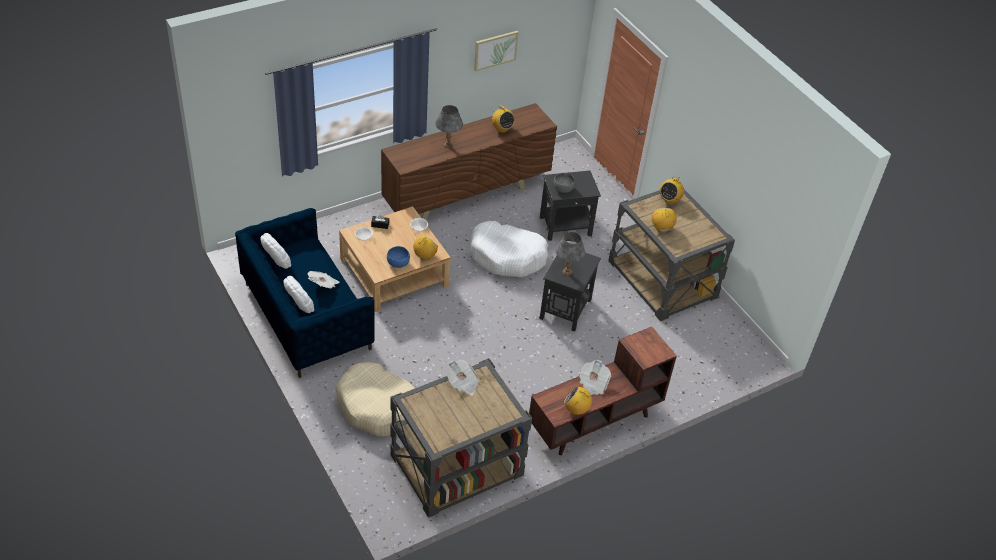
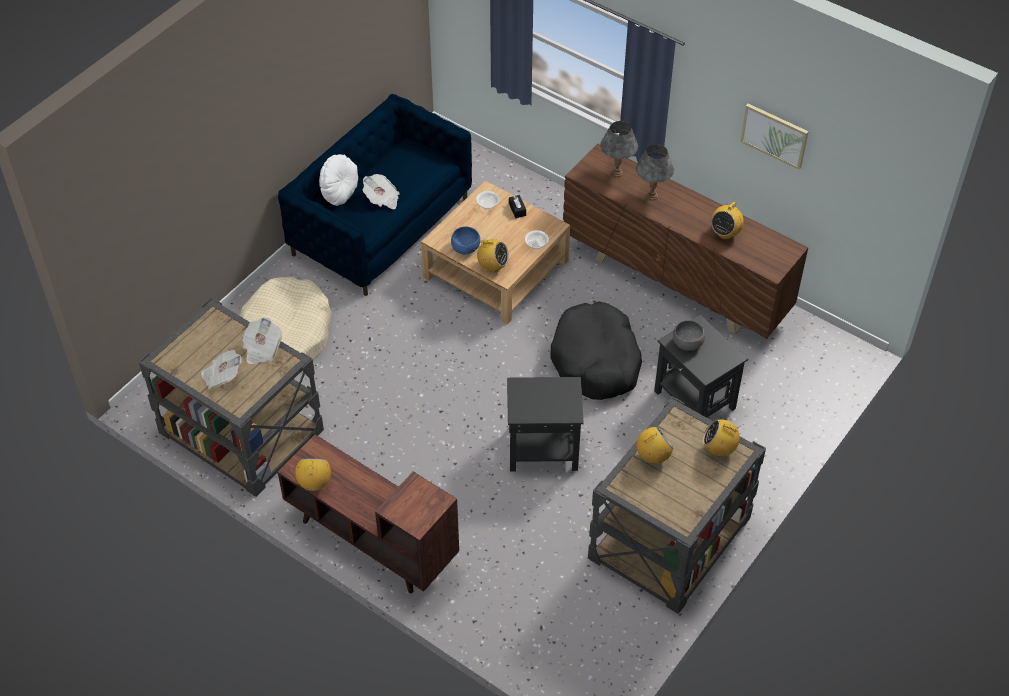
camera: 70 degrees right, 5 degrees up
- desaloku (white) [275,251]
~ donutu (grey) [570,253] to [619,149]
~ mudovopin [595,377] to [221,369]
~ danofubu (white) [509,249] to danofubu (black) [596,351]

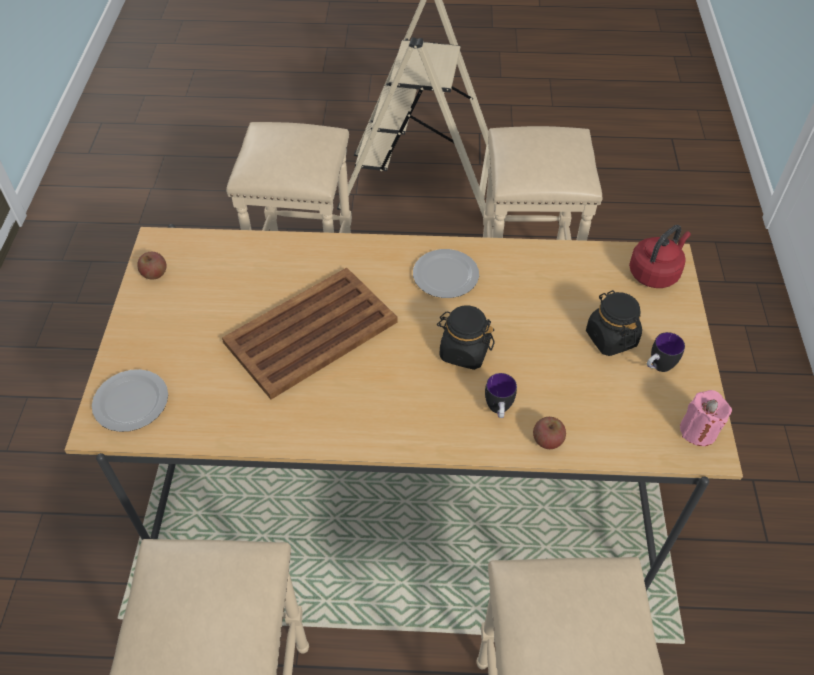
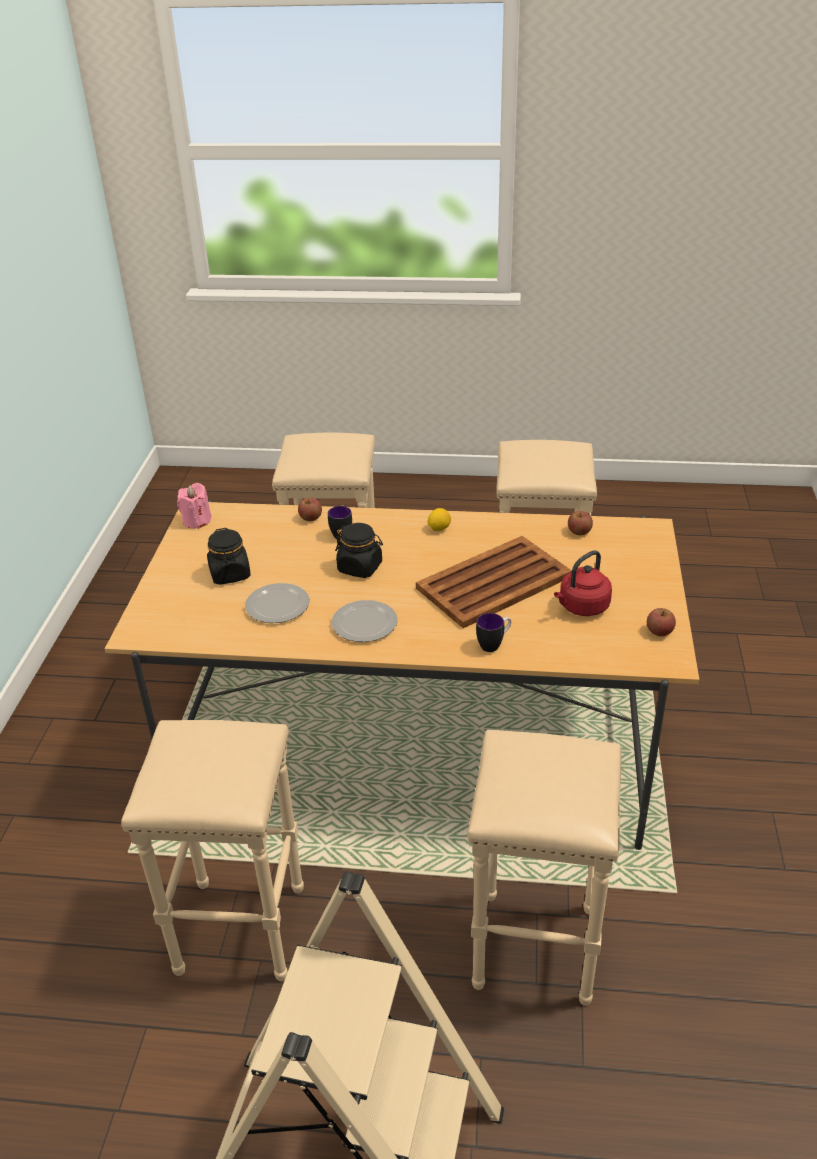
camera: 175 degrees left, 15 degrees down
+ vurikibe [439,519]
+ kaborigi [580,523]
~ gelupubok [130,400] to [277,603]
~ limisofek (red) [660,256] to [583,583]
~ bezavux [666,352] to [493,632]

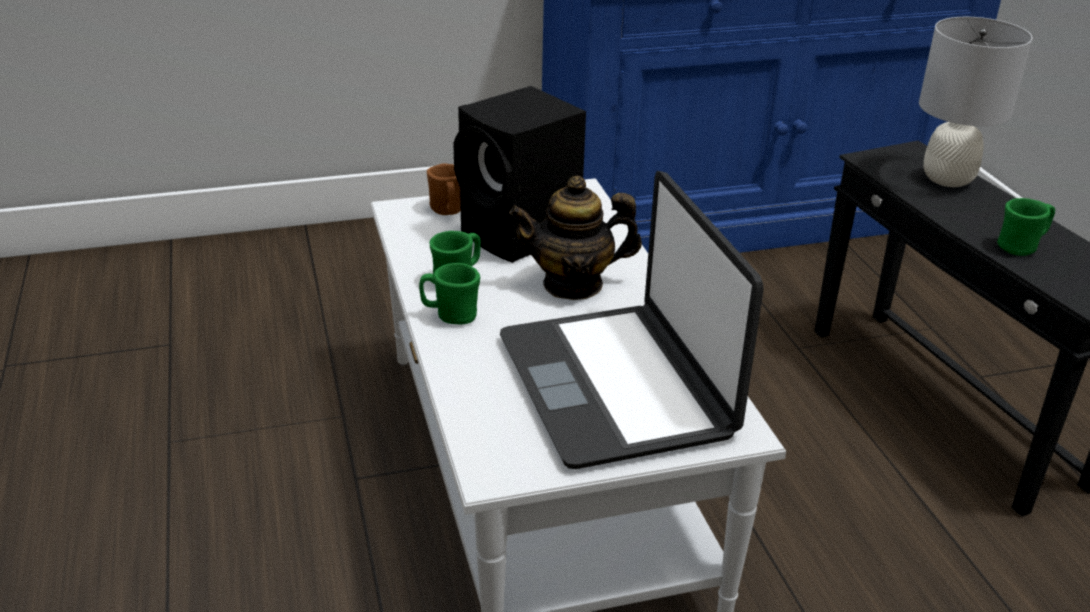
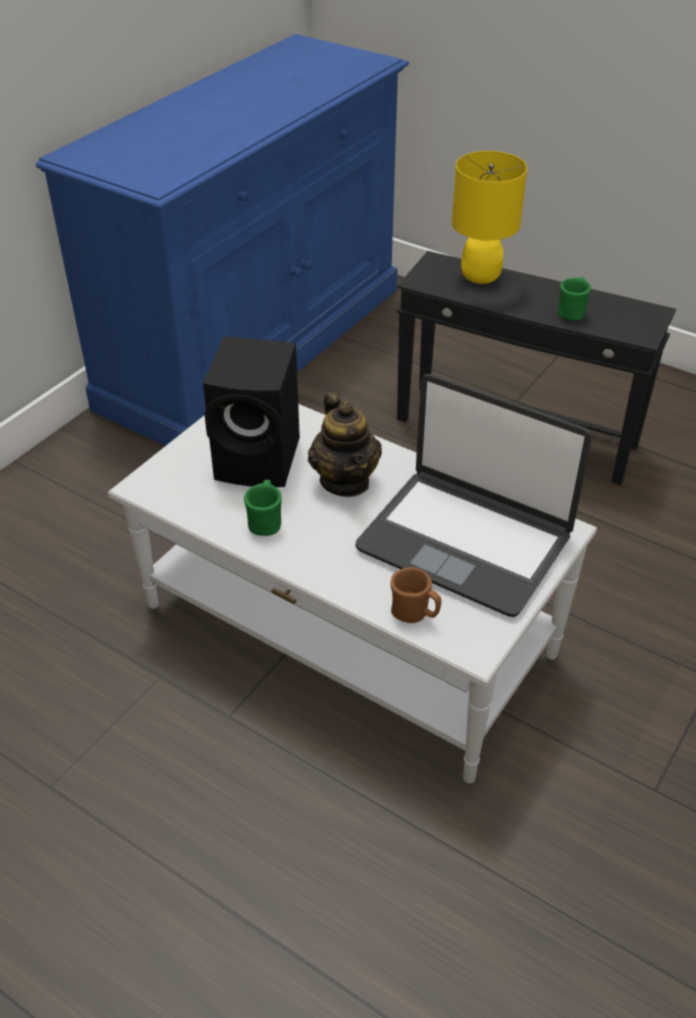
camera: 40 degrees left, 10 degrees up
- bezavux (green) [449,294]
~ bezavux (brown) [444,189] to [415,595]
~ donutu (grey) [976,102] to donutu (yellow) [489,217]
~ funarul [575,238] = [345,444] 60 degrees counterclockwise

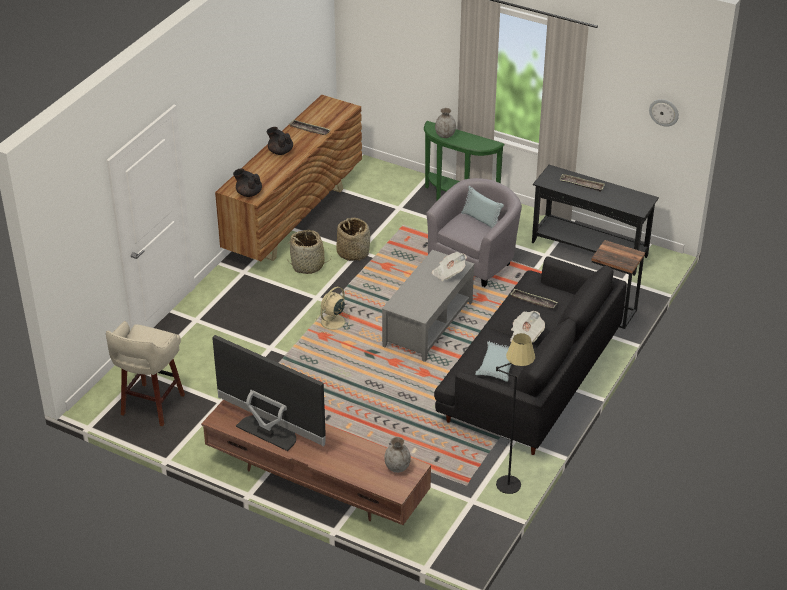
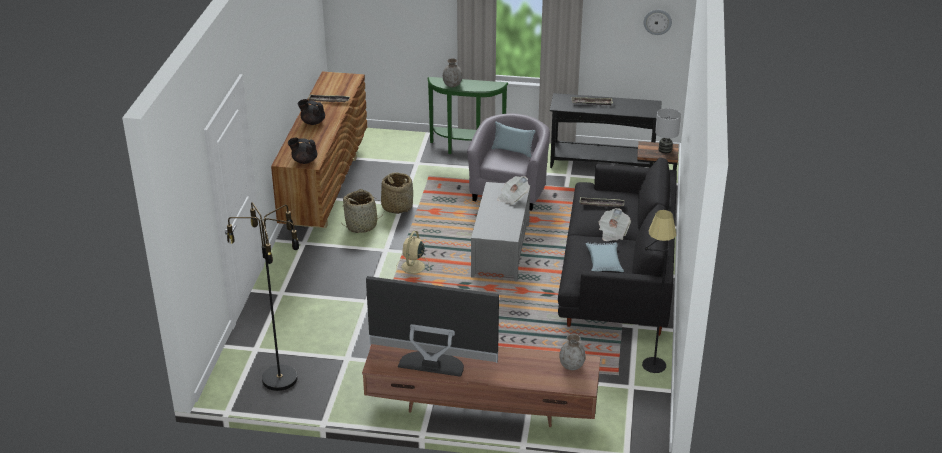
camera: 20 degrees left, 5 degrees down
+ donutu (grey) [668,130]
~ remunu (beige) [145,374] to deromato [263,296]

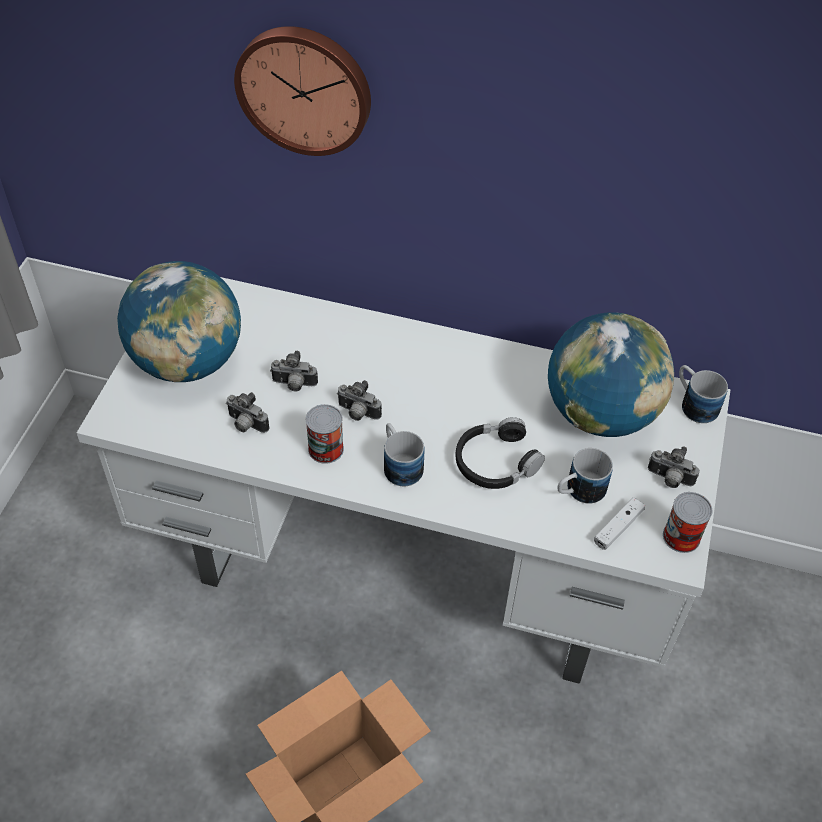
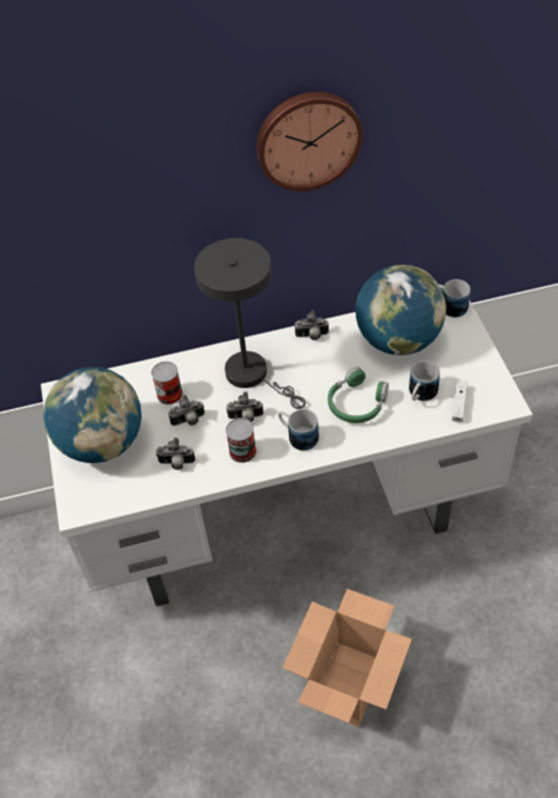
camera: 25 degrees left, 0 degrees up
+ donutu (grey) [250,323]
~ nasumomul [302,91] to [309,141]
~ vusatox [673,467] to [312,325]
~ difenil [687,522] to [167,383]
~ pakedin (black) [500,453] to pakedin (green) [358,395]

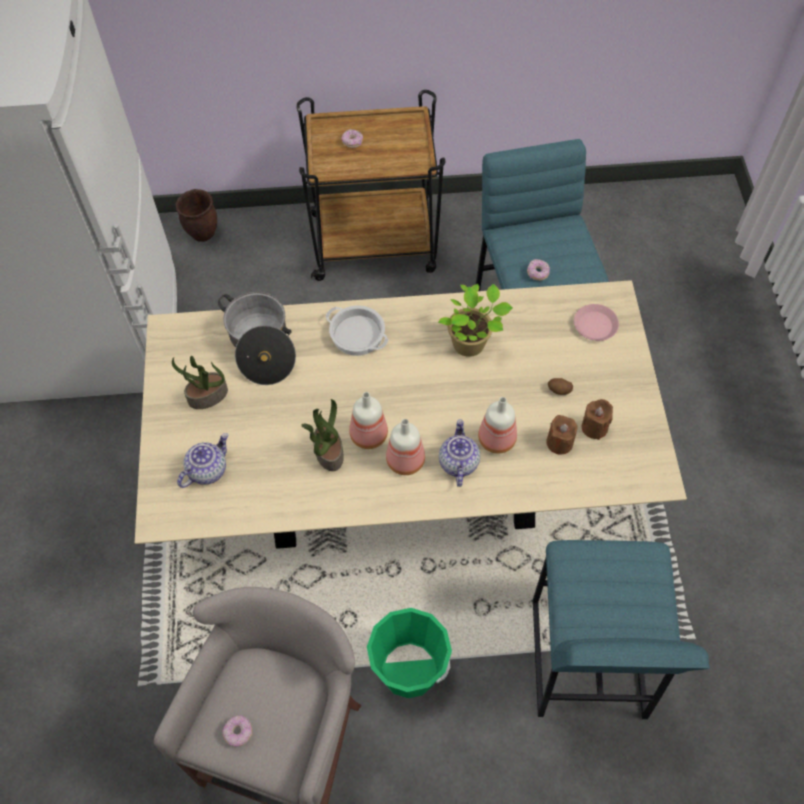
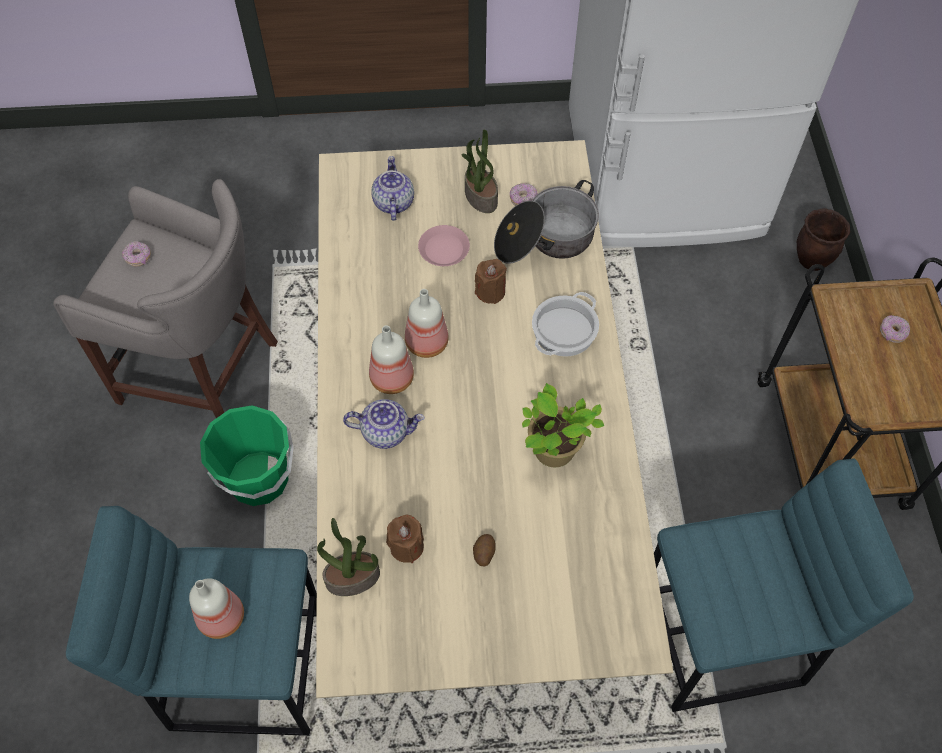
camera: 90 degrees right, 0 degrees up
~ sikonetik [322,435] to [348,557]
~ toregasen [497,425] to [216,608]
~ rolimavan [538,270] to [524,194]
~ gelupubok (pink) [596,322] to [444,245]
~ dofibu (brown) [597,419] to [491,281]
~ funarul [202,460] = [392,188] 135 degrees counterclockwise

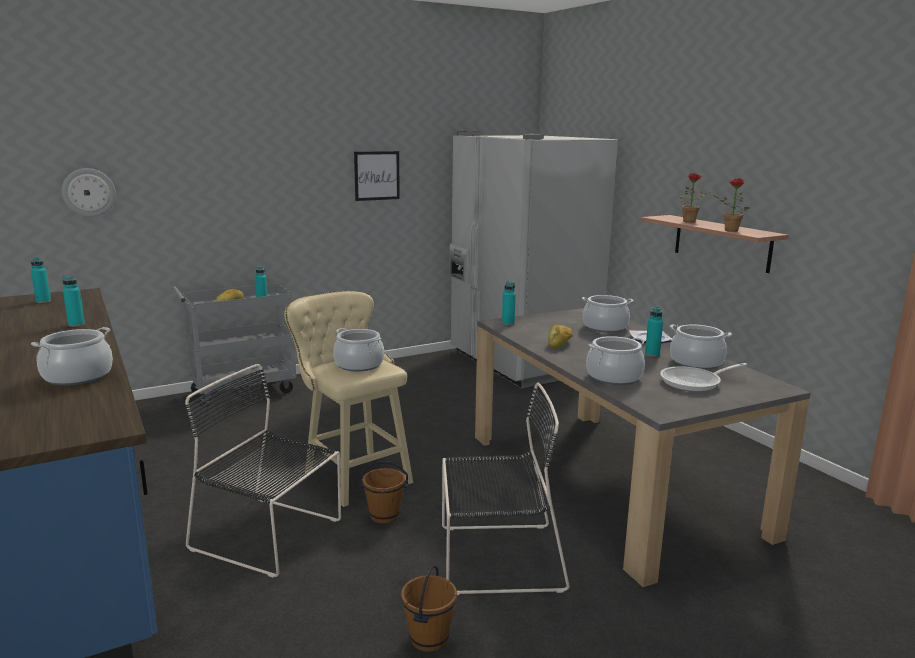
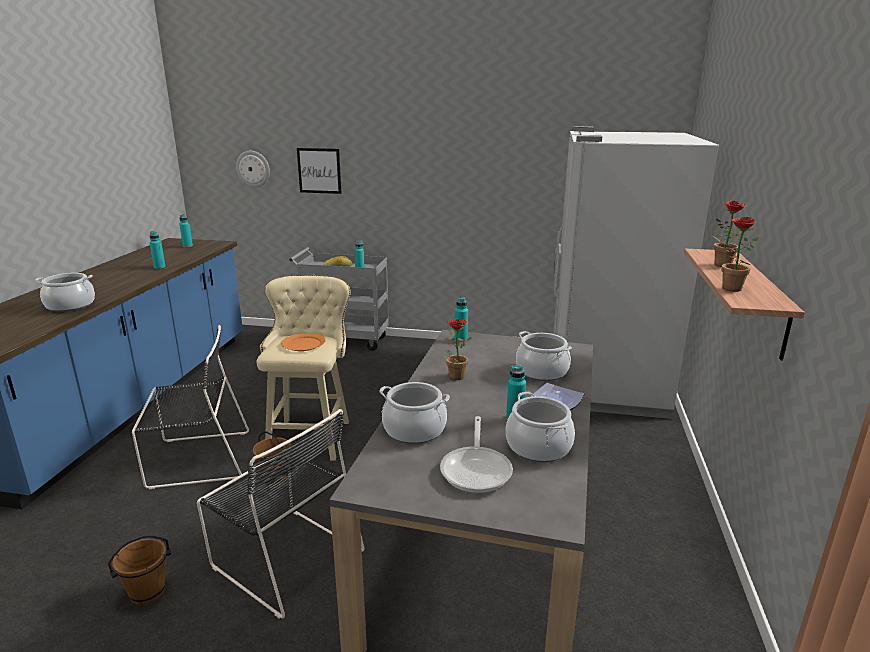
camera: 40 degrees right, 5 degrees up
~ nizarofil [377,176] to [319,171]
~ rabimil [358,350] to gelupubok (orange) [303,342]
~ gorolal [560,337] to sikonetik [457,349]
~ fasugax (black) [263,471] = [190,407] 105 degrees clockwise
~ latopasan [703,377] = [476,454] 105 degrees counterclockwise

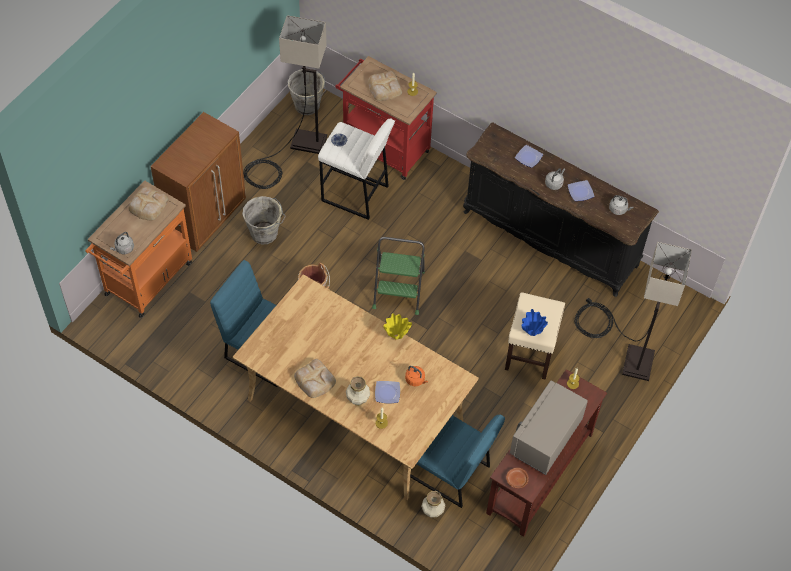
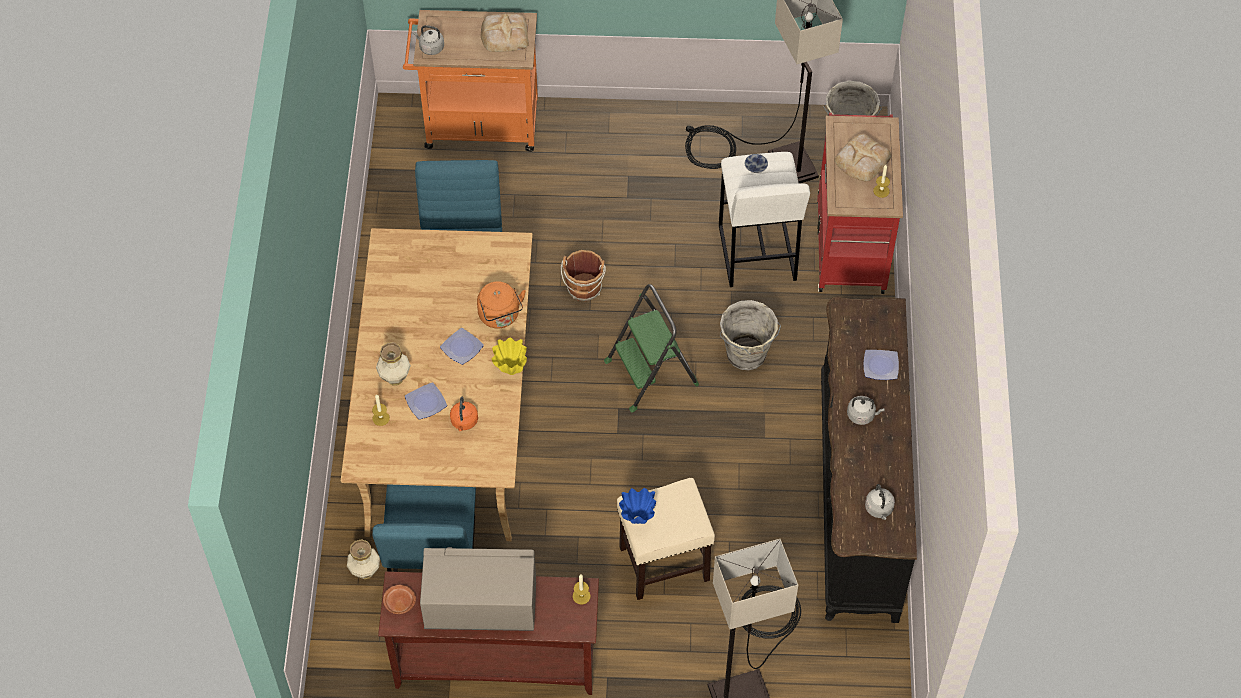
camera: 60 degrees right, 0 degrees up
- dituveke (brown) [198,182]
- gorolal [315,378]
+ limisofek (orange) [501,305]
~ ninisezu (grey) [264,220] to [750,335]
~ gelupubok [581,190] to [462,346]

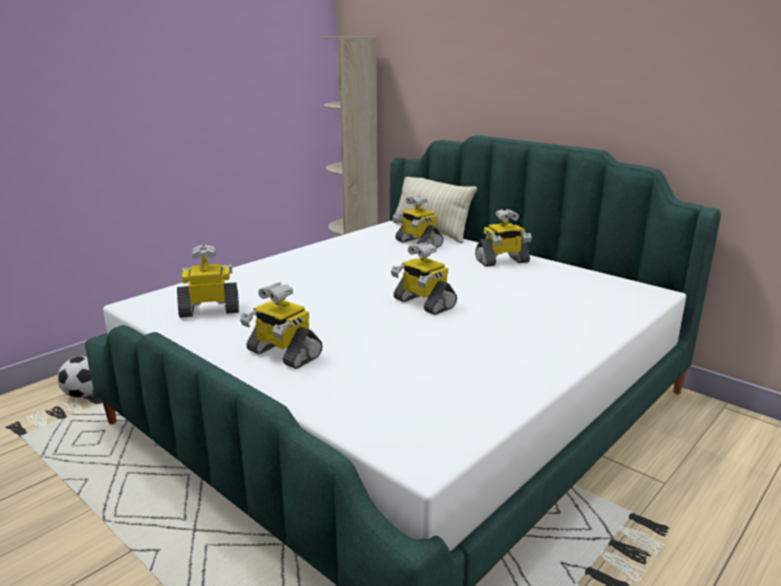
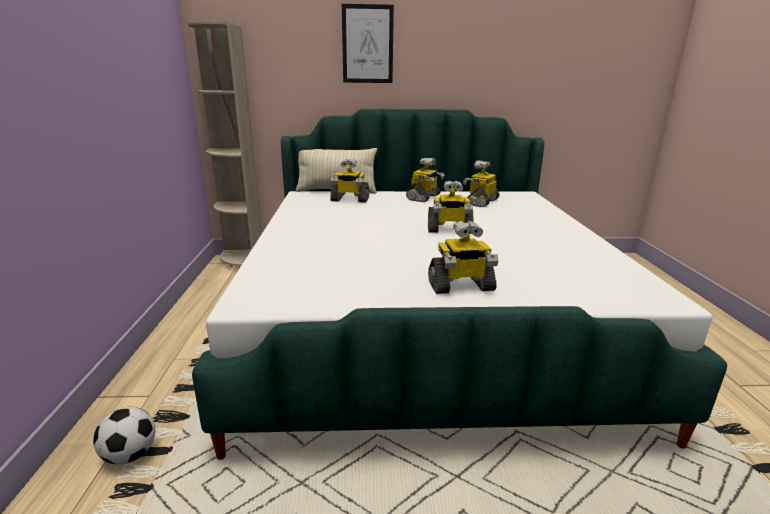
camera: 45 degrees left, 0 degrees up
+ nizarofil [368,43]
~ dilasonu [208,281] to [481,183]

